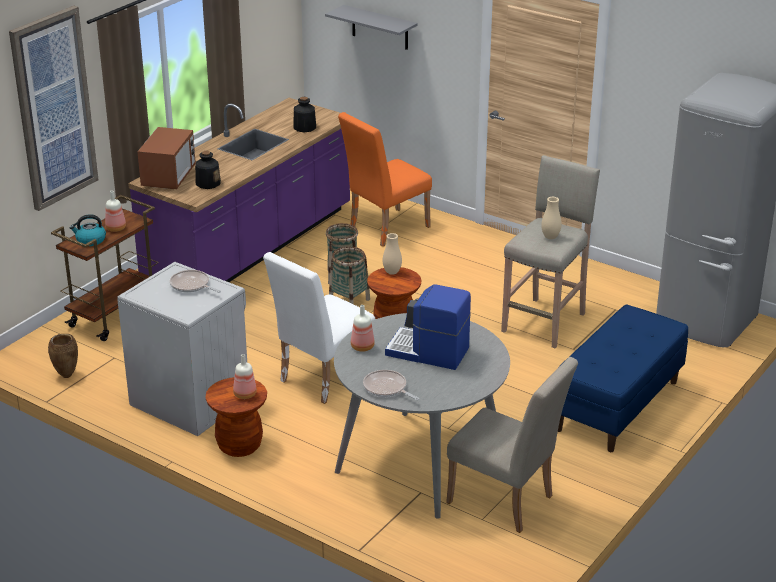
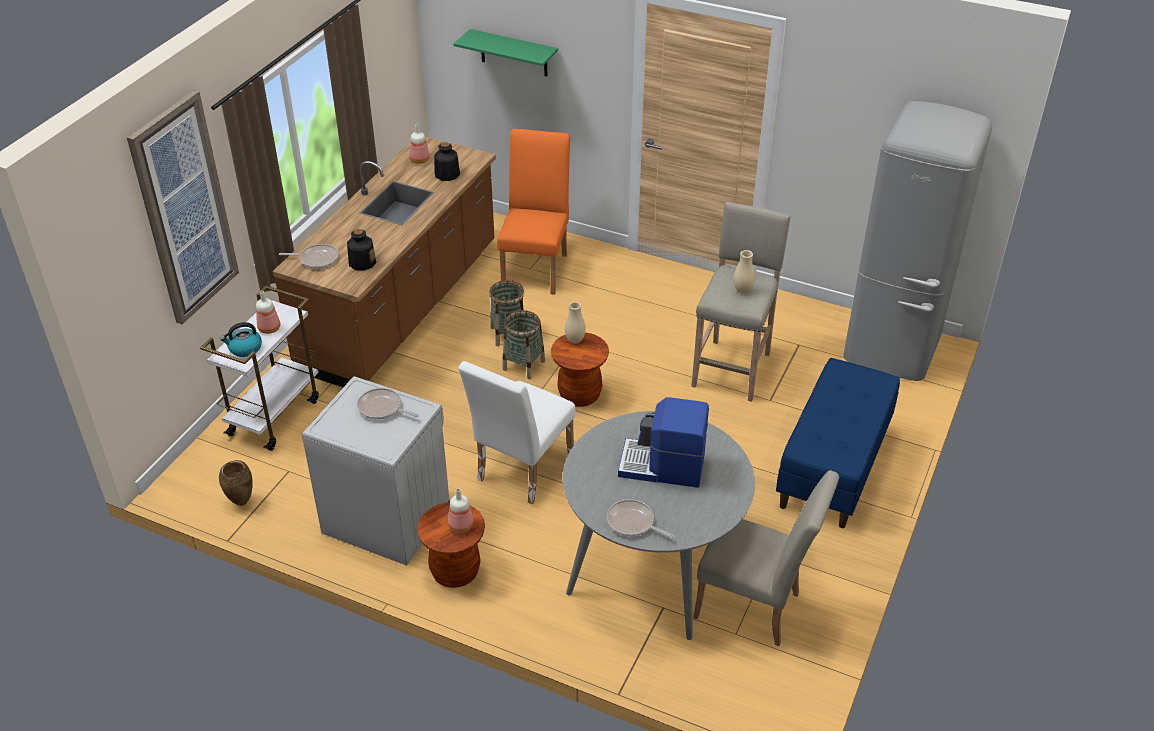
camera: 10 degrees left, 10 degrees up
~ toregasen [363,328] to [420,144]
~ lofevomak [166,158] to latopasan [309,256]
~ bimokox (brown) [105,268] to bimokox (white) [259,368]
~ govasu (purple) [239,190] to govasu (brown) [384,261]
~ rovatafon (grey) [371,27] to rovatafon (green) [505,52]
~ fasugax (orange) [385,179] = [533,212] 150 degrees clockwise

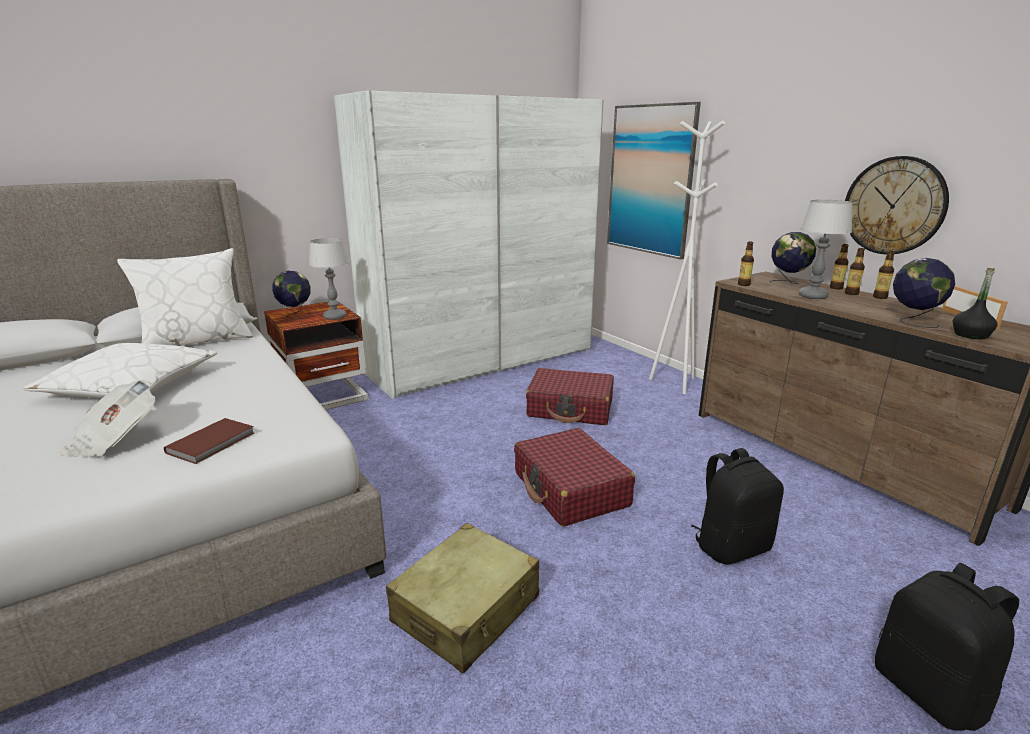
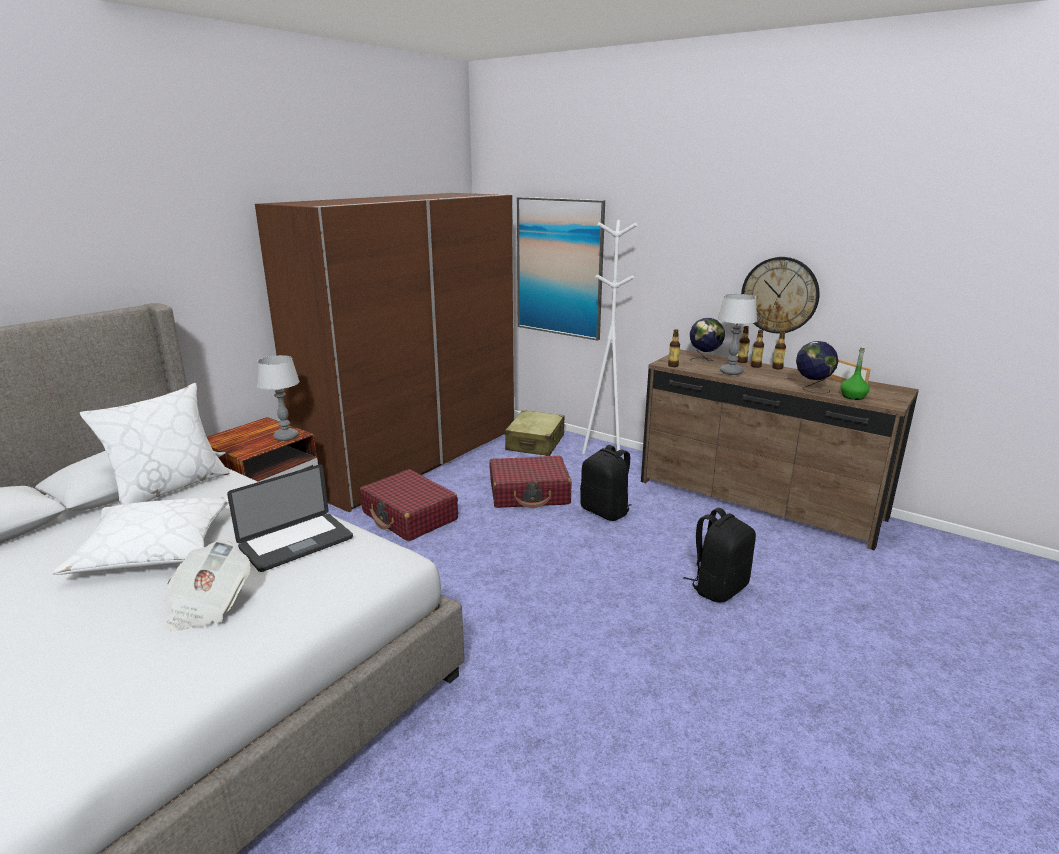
camera: 20 degrees left, 0 degrees up
- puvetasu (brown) [209,441]
- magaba [291,295]
+ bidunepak [290,518]
~ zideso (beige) [462,598] to [534,433]
~ zideso (red) [574,477] to [409,505]
~ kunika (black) [947,647] to [605,483]
~ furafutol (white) [468,245] to furafutol (brown) [385,352]
~ toregasen (black) [975,303] to toregasen (green) [855,374]

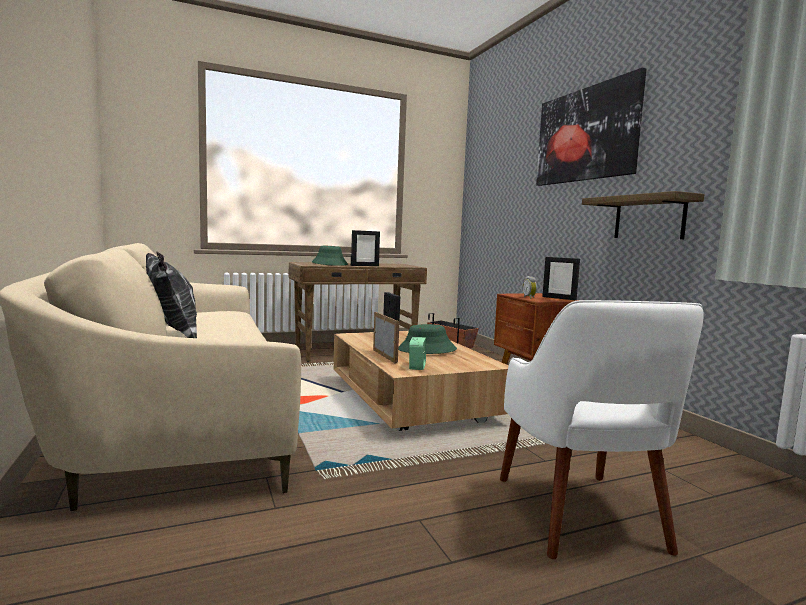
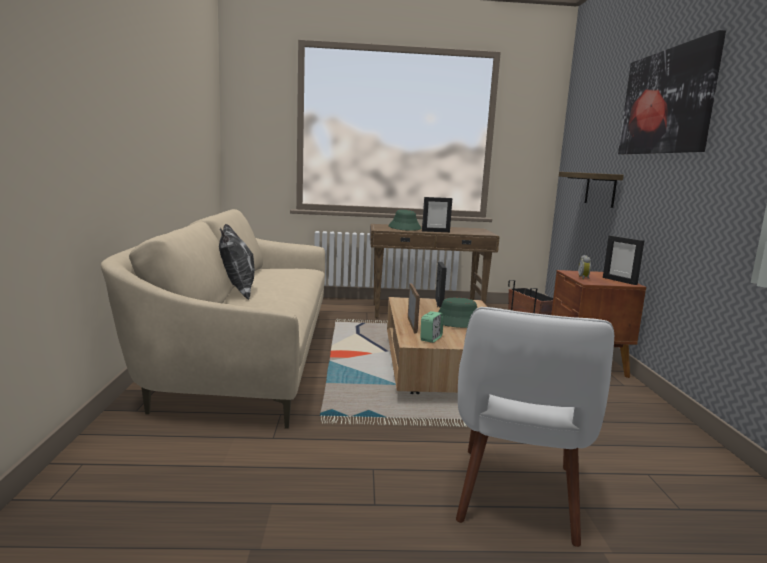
camera: 20 degrees right, 5 degrees up
~ rovatafon [643,215] to [591,190]

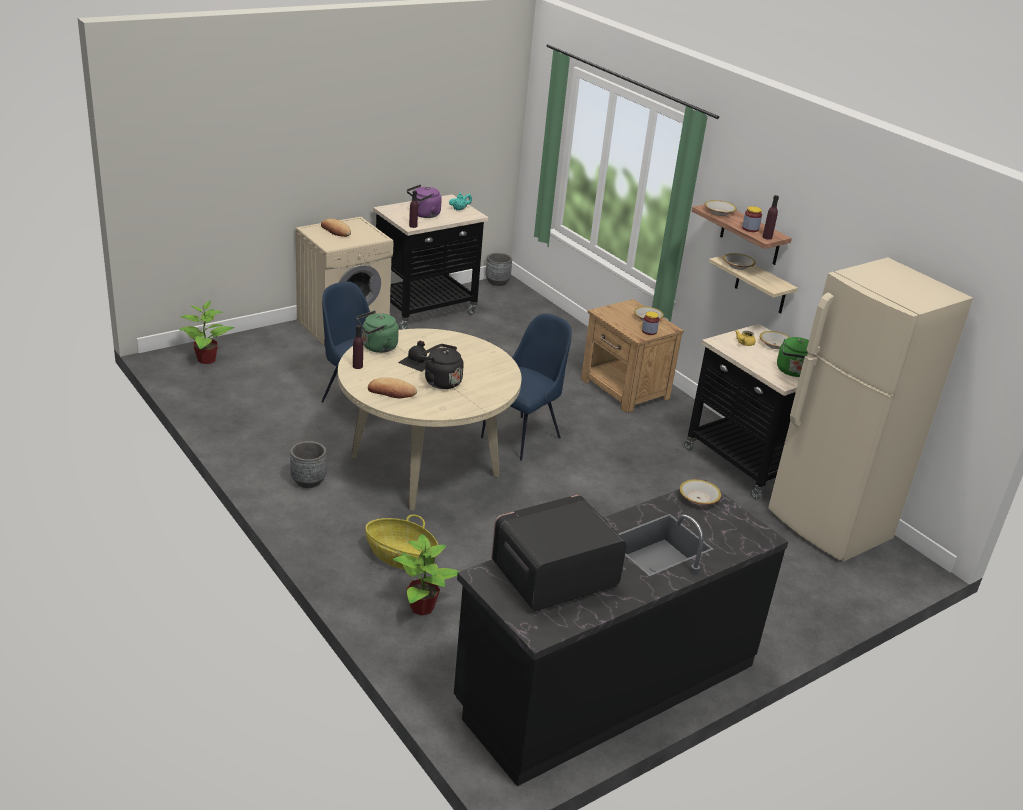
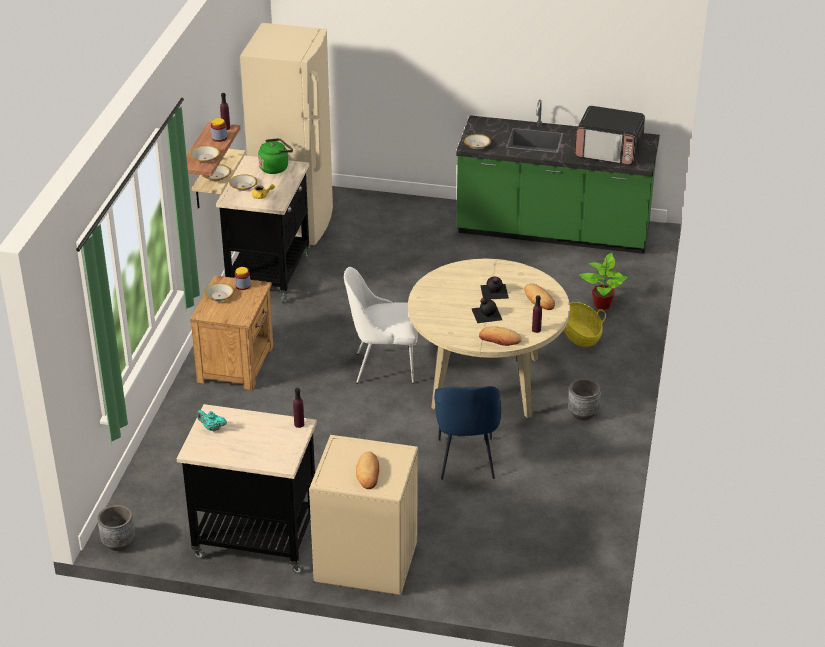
camera: 130 degrees left, 5 degrees up
- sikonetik [206,332]
- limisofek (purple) [424,201]
~ limisofek (green) [377,331] to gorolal [500,336]
~ limisofek (black) [441,366] to toregasen (black) [494,288]
~ govasu (black) [621,633] to govasu (green) [558,177]
~ fasugax (blue) [526,387] to fasugax (white) [381,325]

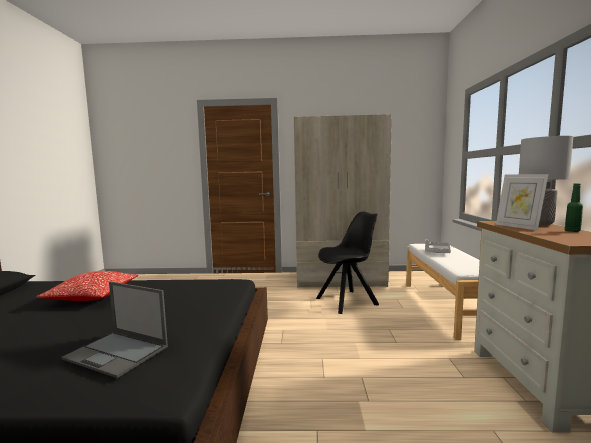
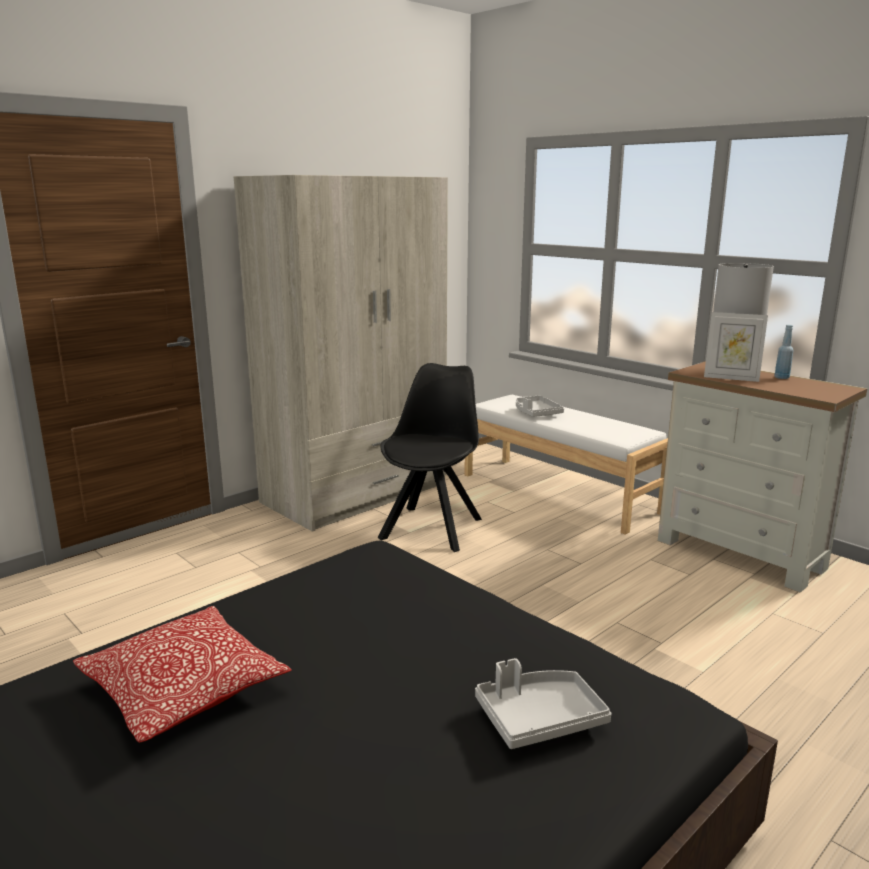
camera: 45 degrees left, 10 degrees up
~ bidunepak [115,329] to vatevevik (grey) [543,703]
~ toregasen (green) [574,207] to toregasen (blue) [784,352]

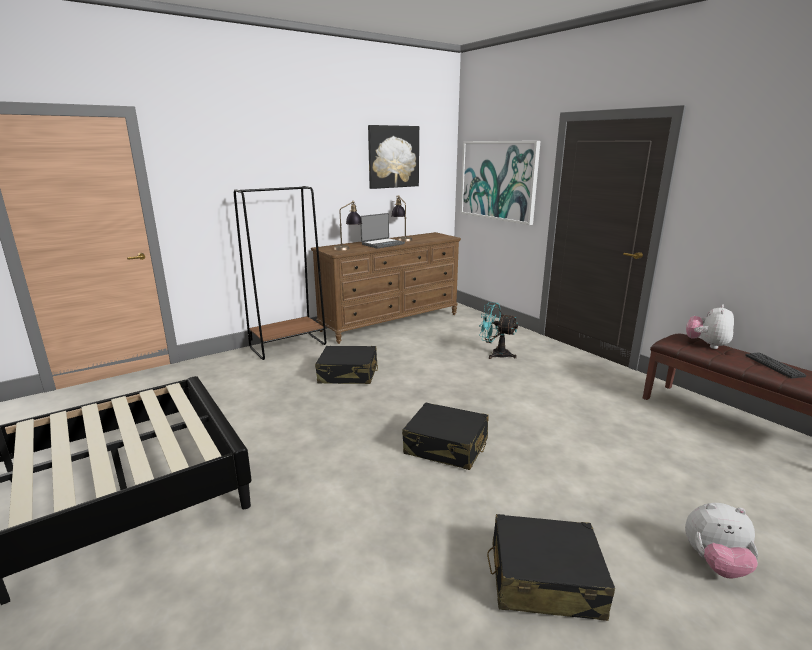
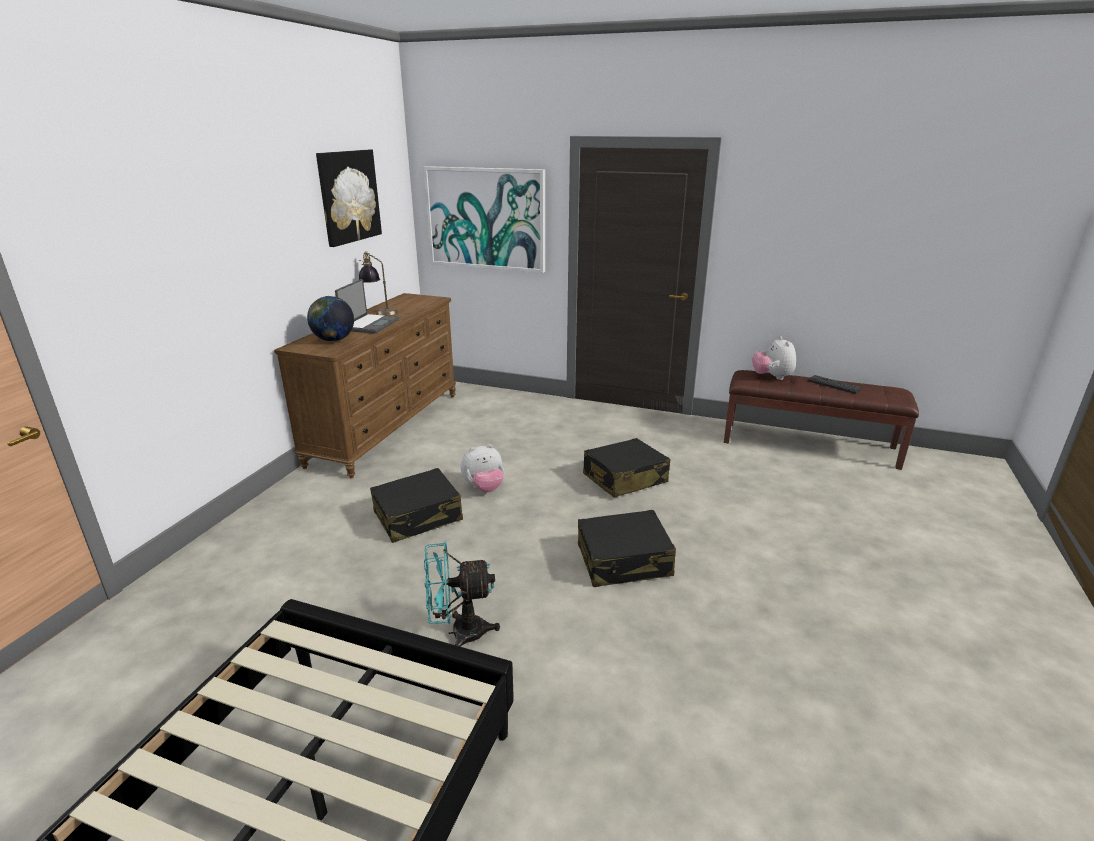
camera: 35 degrees left, 5 degrees up
- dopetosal [280,273]
~ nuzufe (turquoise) [498,330] to [462,594]
~ zideso (black) [551,567] to [626,468]
~ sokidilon [721,541] to [482,468]
~ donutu [348,225] to magaba [330,319]

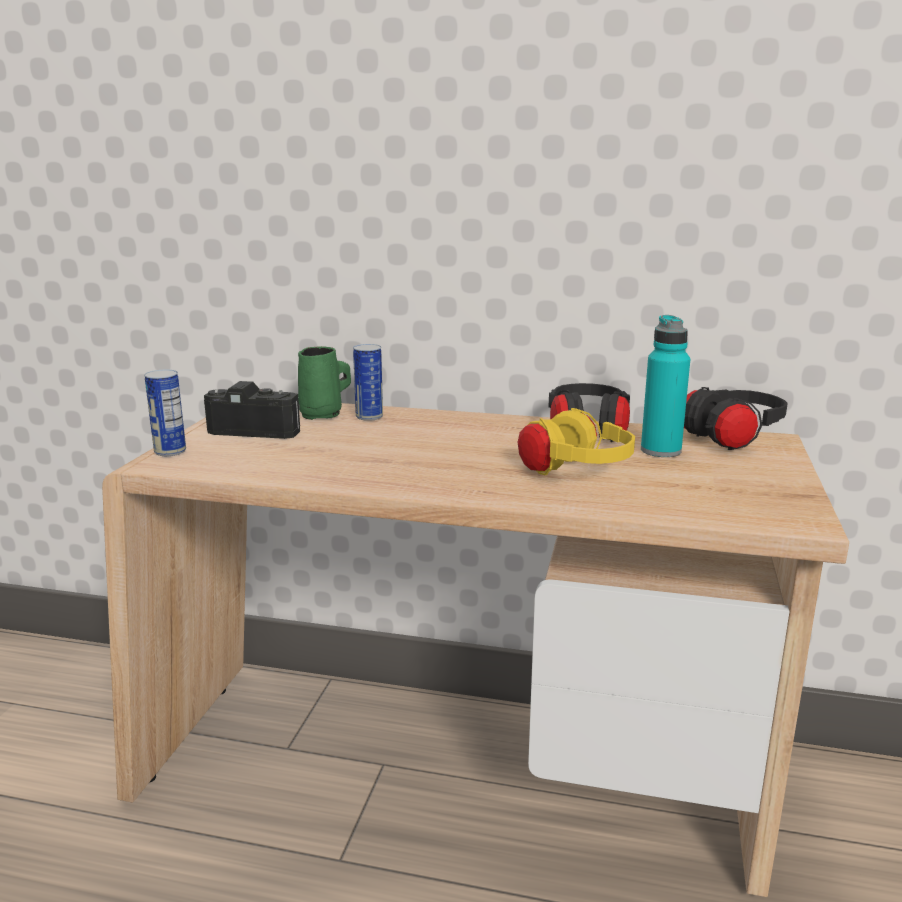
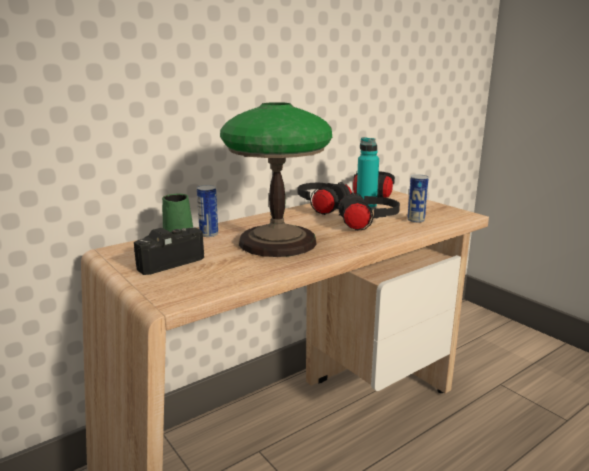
camera: 50 degrees left, 0 degrees up
+ donutu [276,179]
~ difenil [165,413] to [418,199]
~ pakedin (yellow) [576,441] to pakedin (black) [367,212]

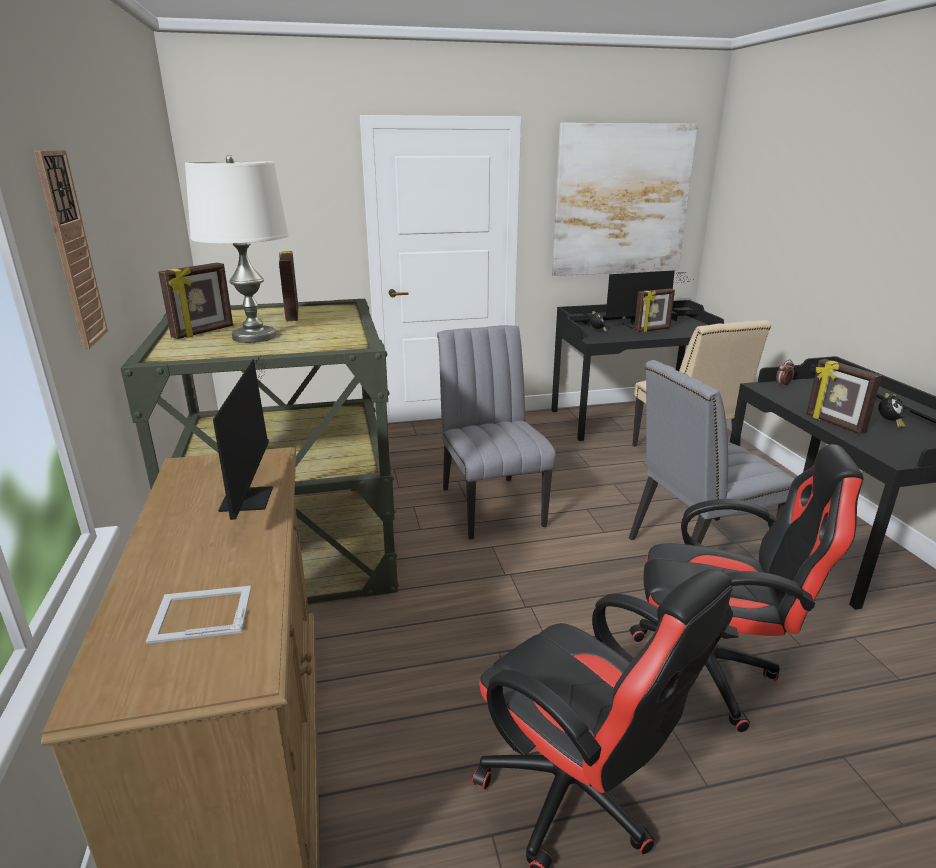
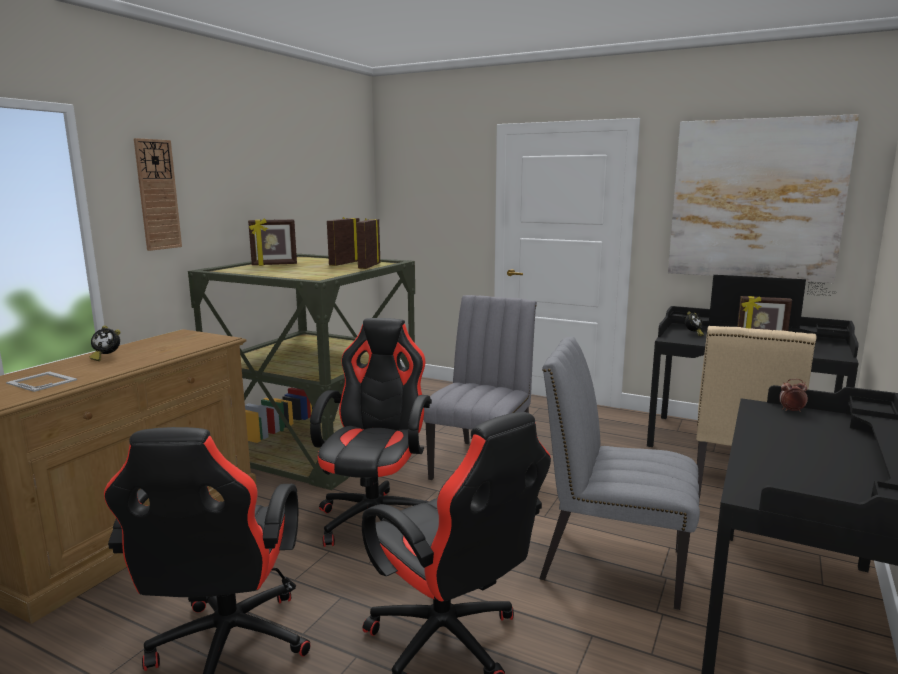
camera: 40 degrees right, 10 degrees down
- donutu (white) [237,249]
- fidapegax [243,438]
+ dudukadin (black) [371,432]
~ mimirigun [844,396] to [368,243]
~ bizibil [892,410] to [105,343]

